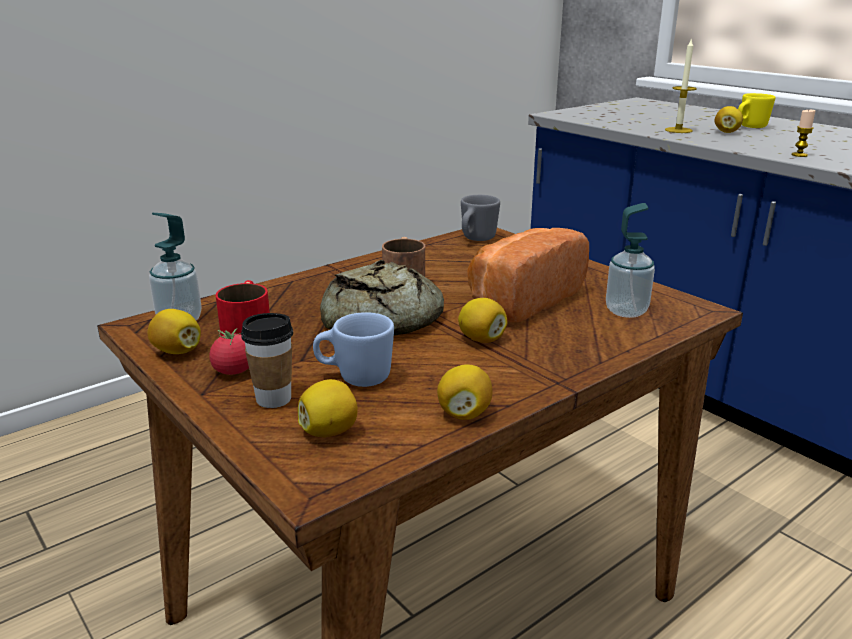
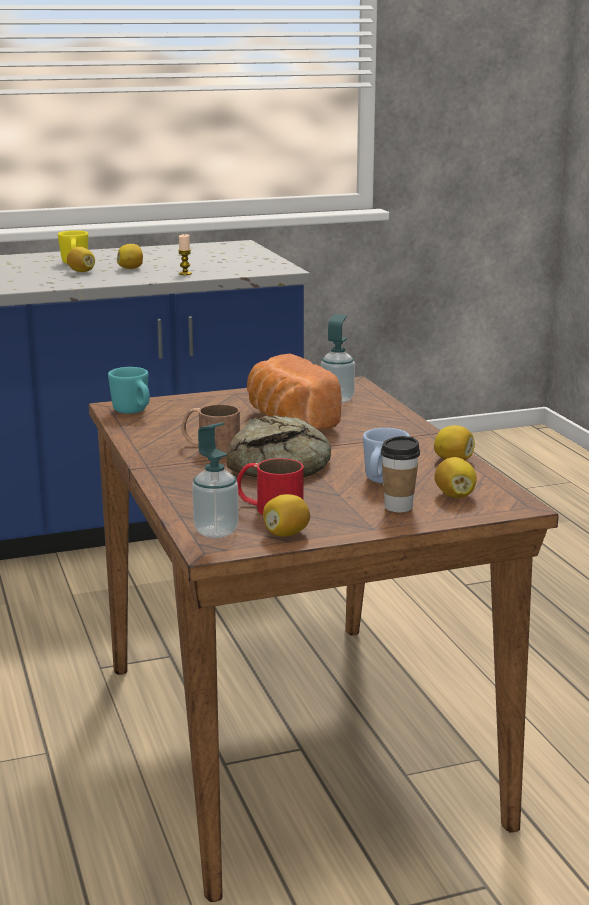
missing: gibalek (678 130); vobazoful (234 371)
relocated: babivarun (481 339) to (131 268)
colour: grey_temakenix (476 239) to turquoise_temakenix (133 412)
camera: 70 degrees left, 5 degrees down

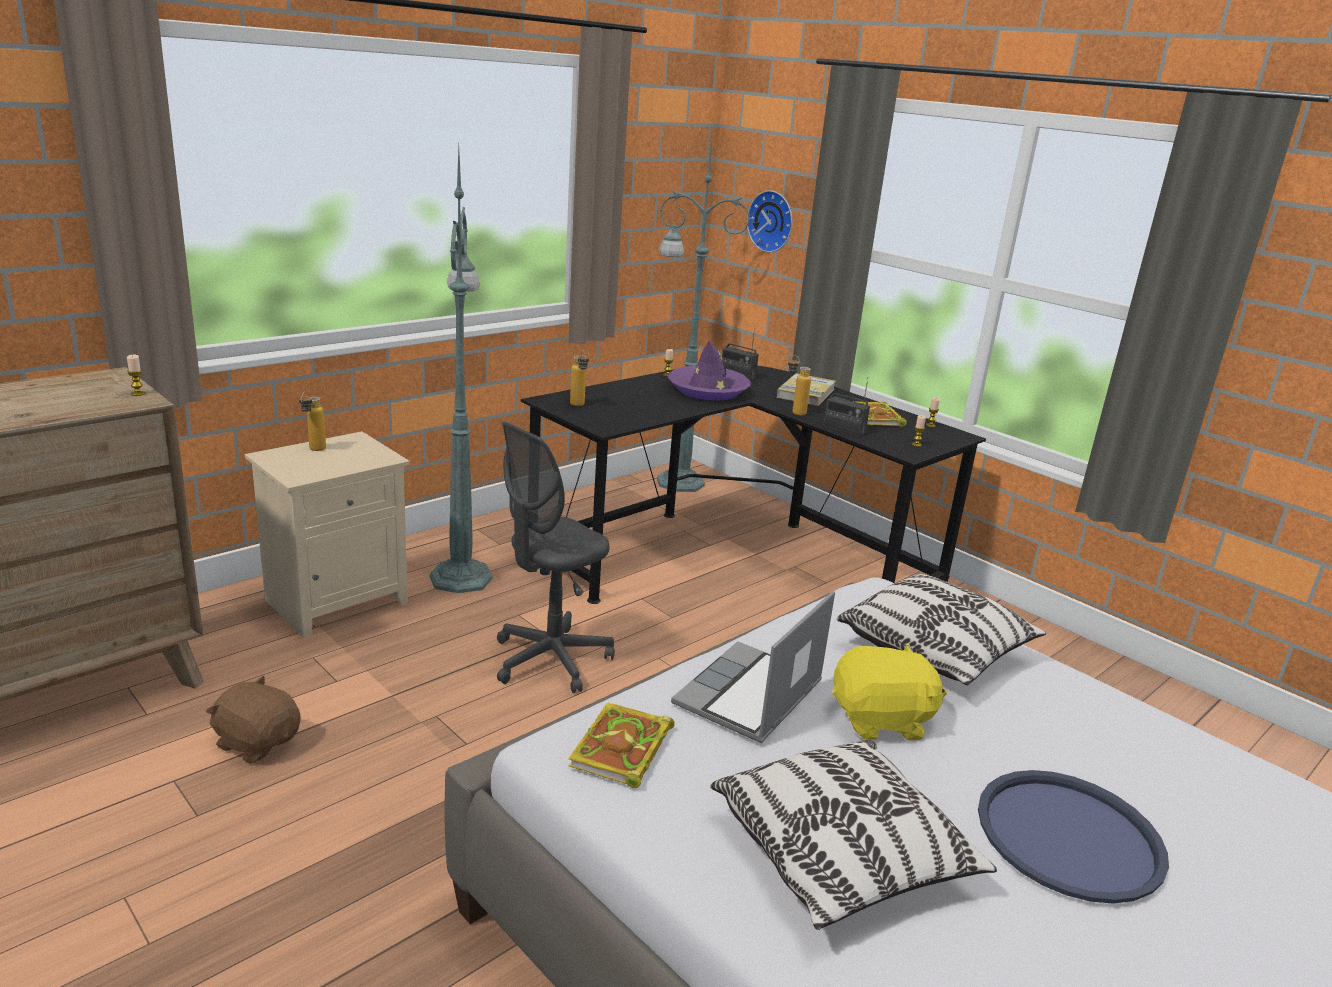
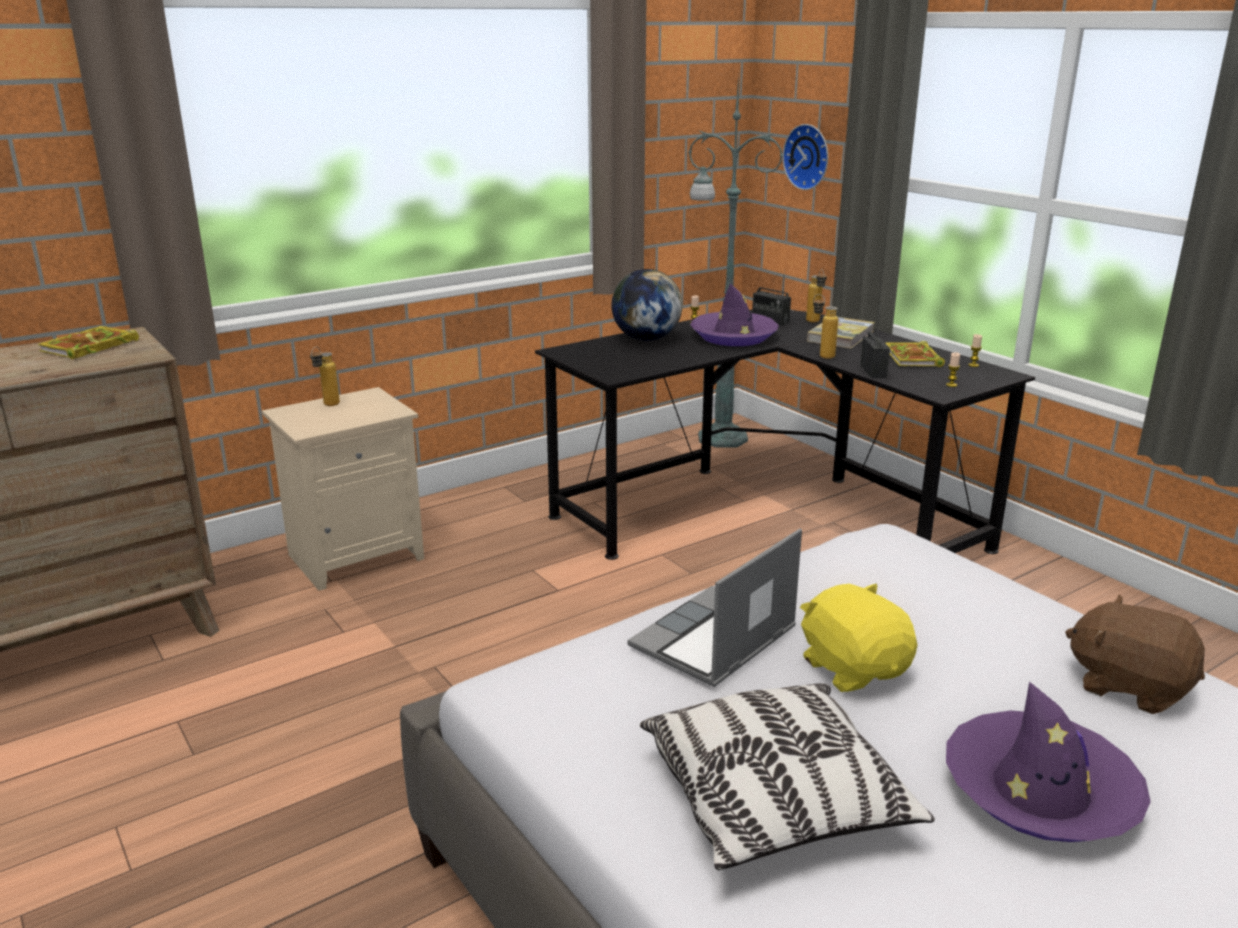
missing: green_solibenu (461 576); gibalek (138 394); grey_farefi (551 660); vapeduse (935 650)
appeared: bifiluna (646 339)
relocated: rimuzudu (578 406) to (815 322); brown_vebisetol (257 742) to (1129 686); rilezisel (621 751) to (88 348)
exchanged: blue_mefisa (1068 836) to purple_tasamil (1040 792)
spun: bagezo (844 429) = (873 371) 135 degrees counterclockwise; yellow_vebisetol (881 721) = (853 668) 120 degrees counterclockwise
camera: 10 degrees right, 0 degrees up

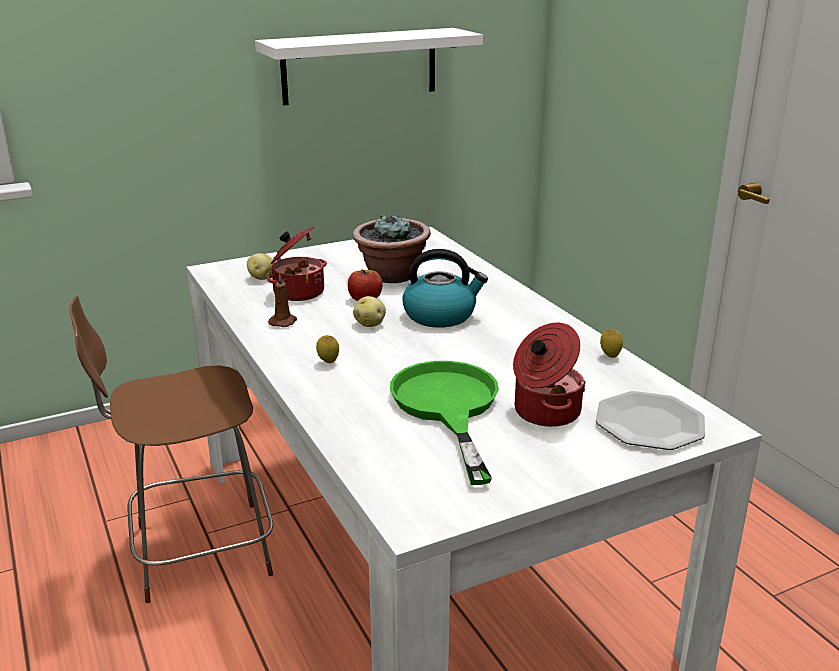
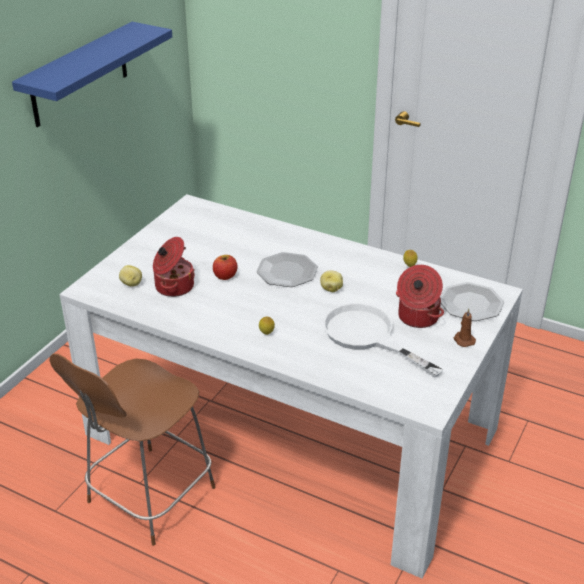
missing: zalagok (392 276)
relocated: brown_gibalek (283 321) to (463 340); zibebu (370 324) to (331 288)
exchanged: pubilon (440 315) to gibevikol (287 271)
colour: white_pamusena (360 66) to blue_pamusena (79 75); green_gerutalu (447 407) to white_gerutalu (368 336)
camera: 35 degrees left, 10 degrees up

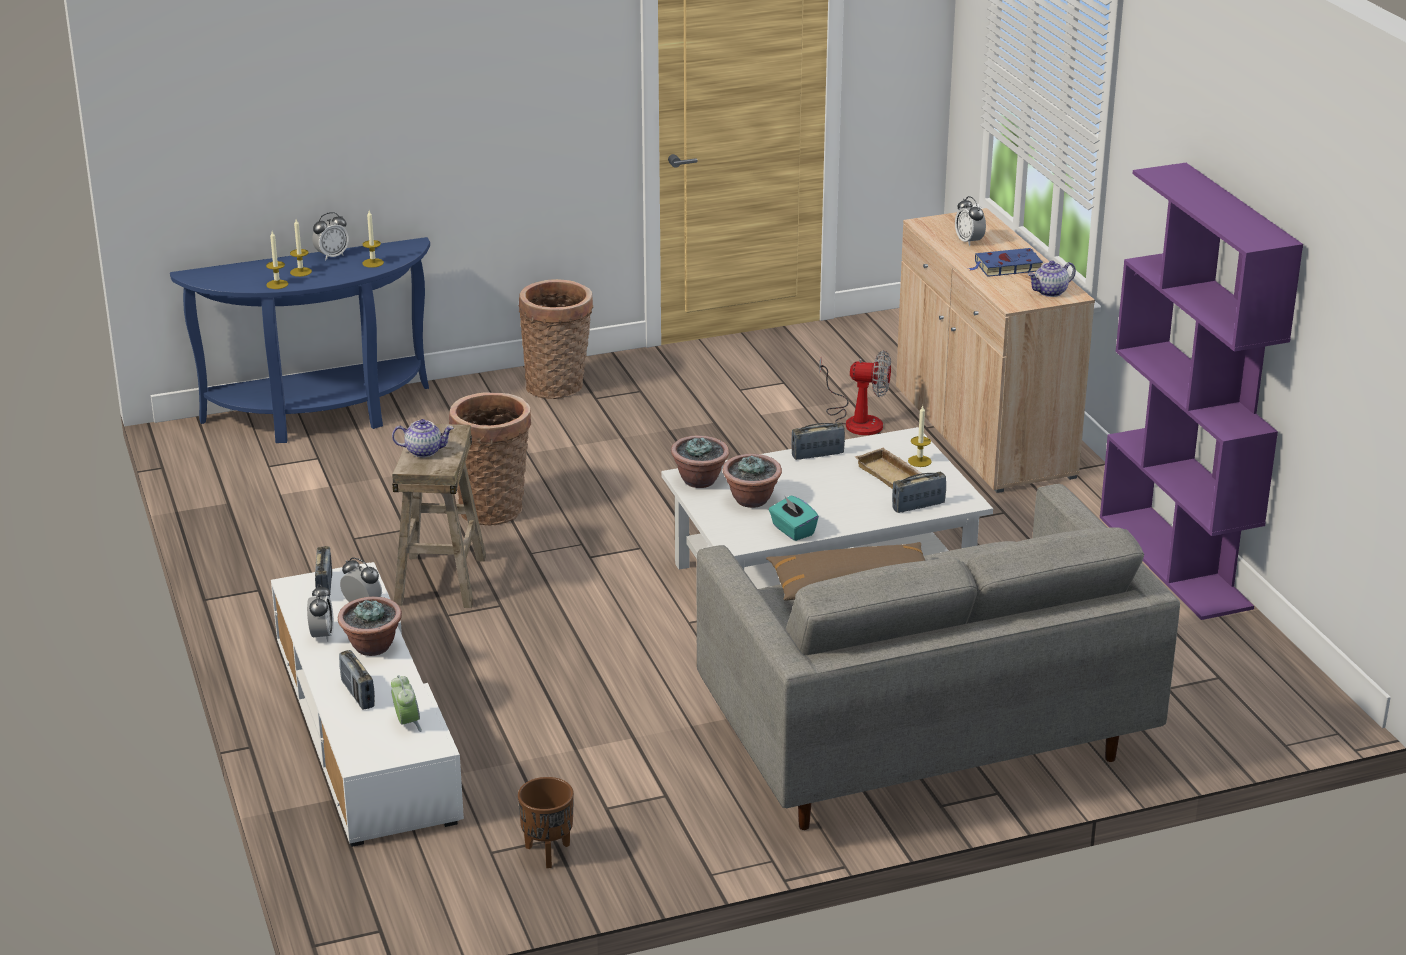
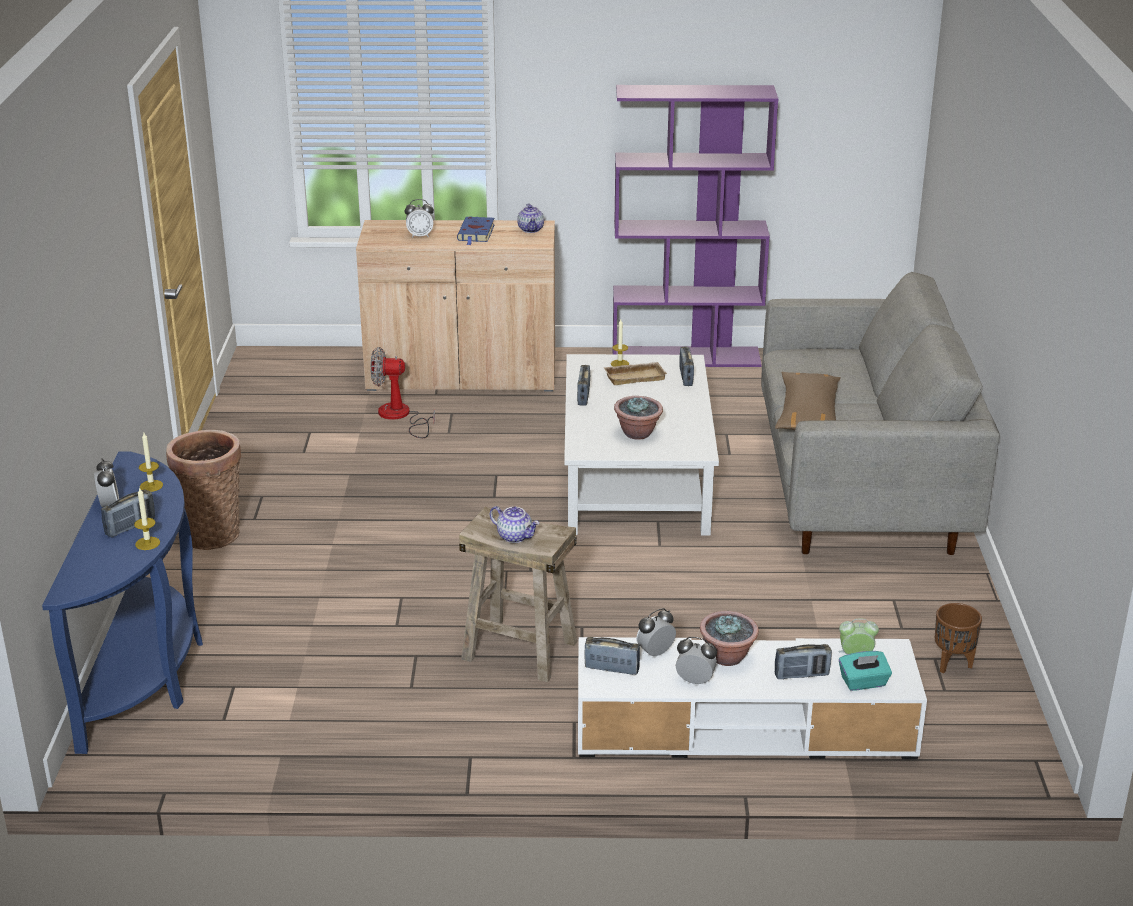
missing: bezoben (494 508); zalagok (700 480)
relocated: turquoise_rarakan (792 530) to (863 682)
exchanged: gibalek (300 272) to bagezo (130 527)
spun: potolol (857 420) = (400 417) 120 degrees counterclockwise; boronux (424 451) = (515 536) 105 degrees clockwise
camera: 70 degrees left, 0 degrees up

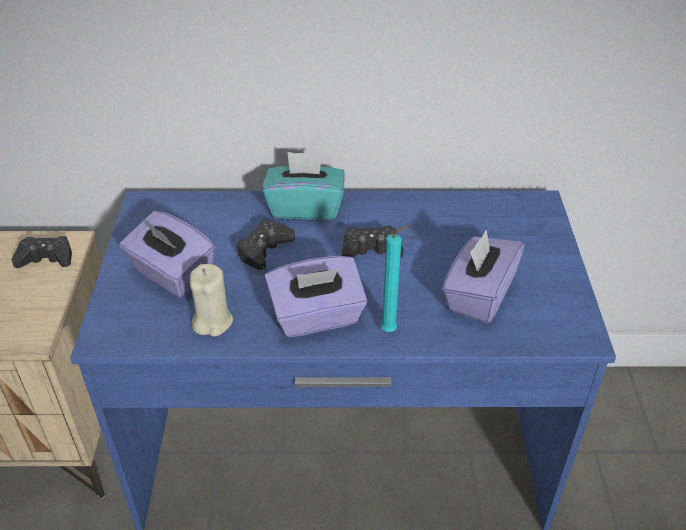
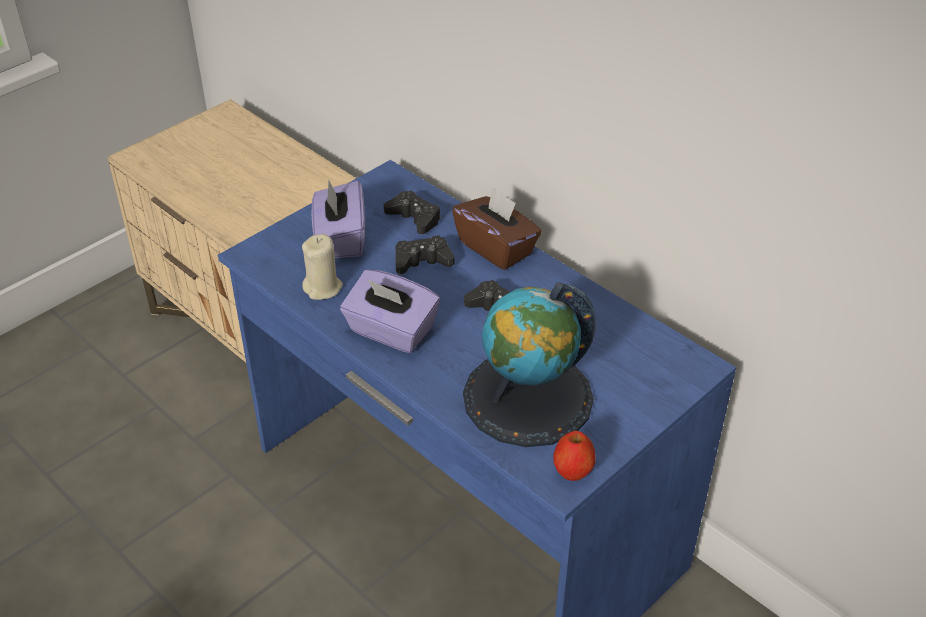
missing: turquoise_gibalek (391 330)
appeared: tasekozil (573 471)
relocated: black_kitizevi (46 258) to (414 218)
exchanged: purple_rarakan (478 295) to bifiluna (528 398)
colour: turquoise_rarakan (305 207) to brown_rarakan (496 248)
camera: 45 degrees right, 0 degrees up

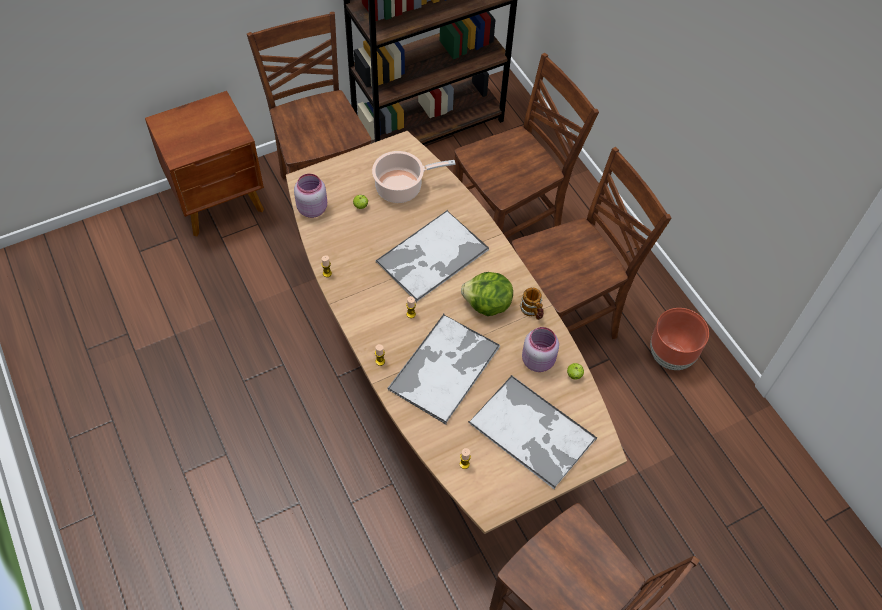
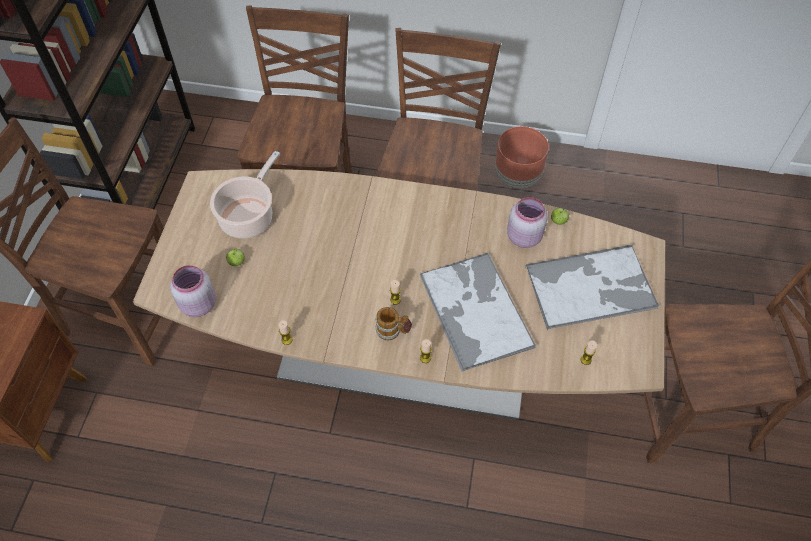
missing: mefisa (431 257); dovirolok (487 305)
relocated: temakenix (532 311) to (393 331)
camera: 50 degrees left, 0 degrees up

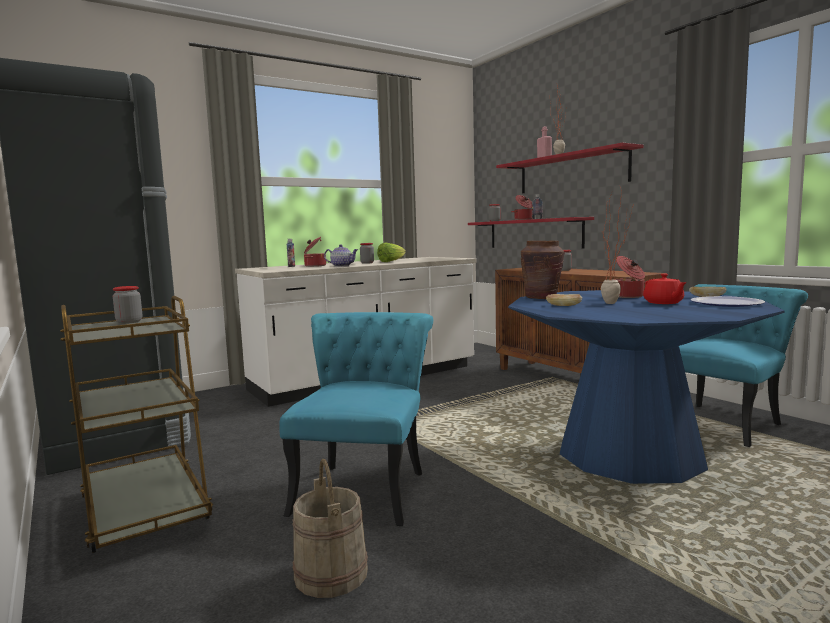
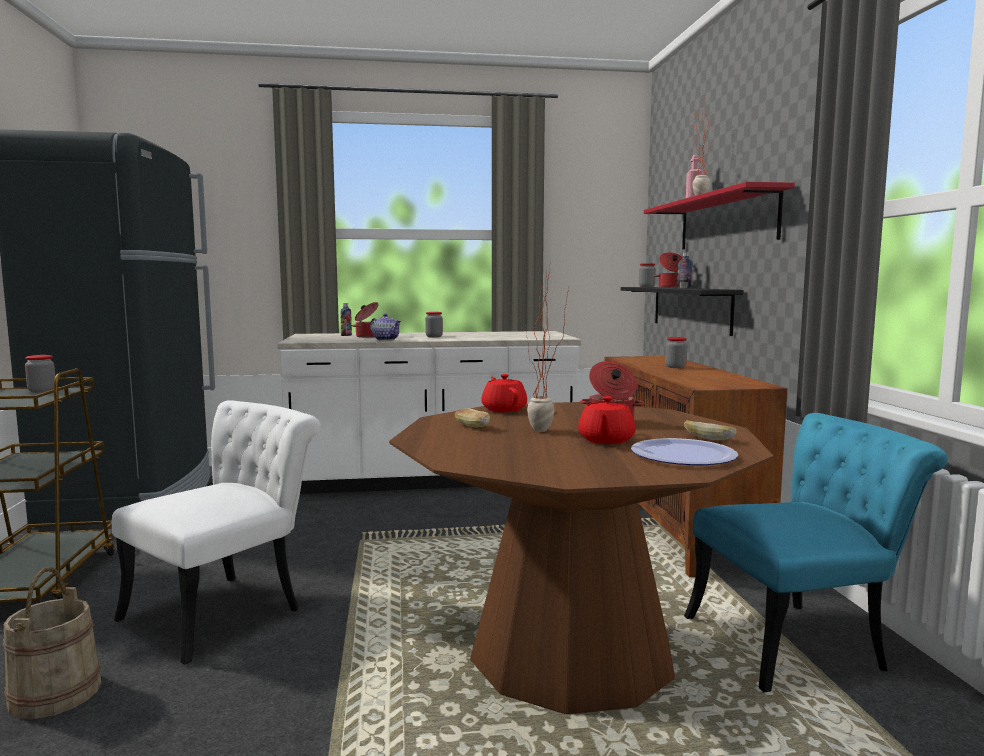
missing: dovirolok (391 262)
exchanged: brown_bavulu (541 298) to red_boronux (504 409)
colour: red_pamusena (534 234) to black_pamusena (690 308); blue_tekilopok (629 453) to brown_tekilopok (571 651); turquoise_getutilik (365 486) to white_getutilik (227 608)
camera: 25 degrees right, 0 degrees up

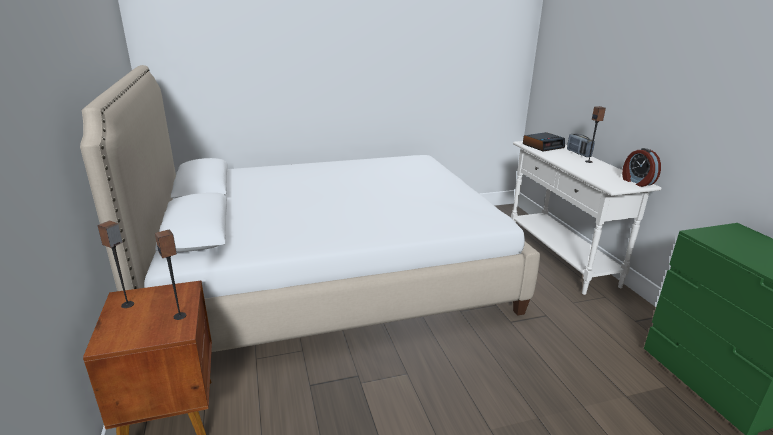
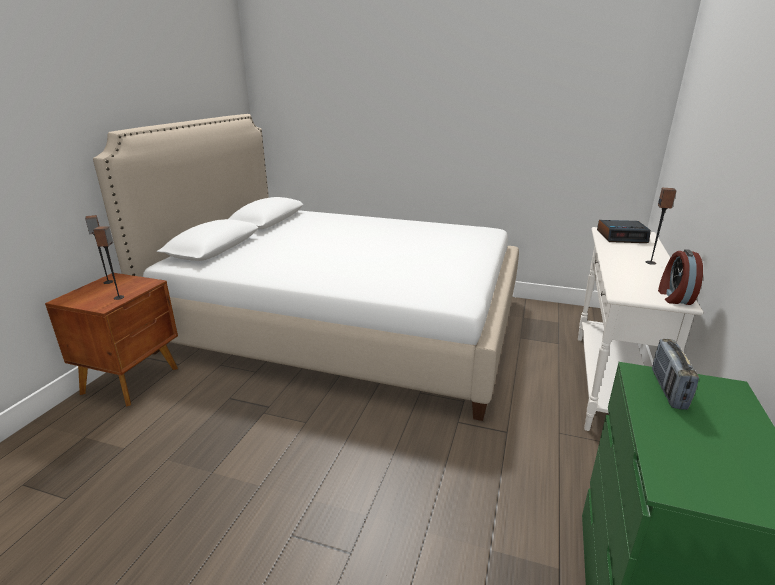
relocated: bagezo (578 153) to (668 389)
camera: 35 degrees right, 0 degrees up

